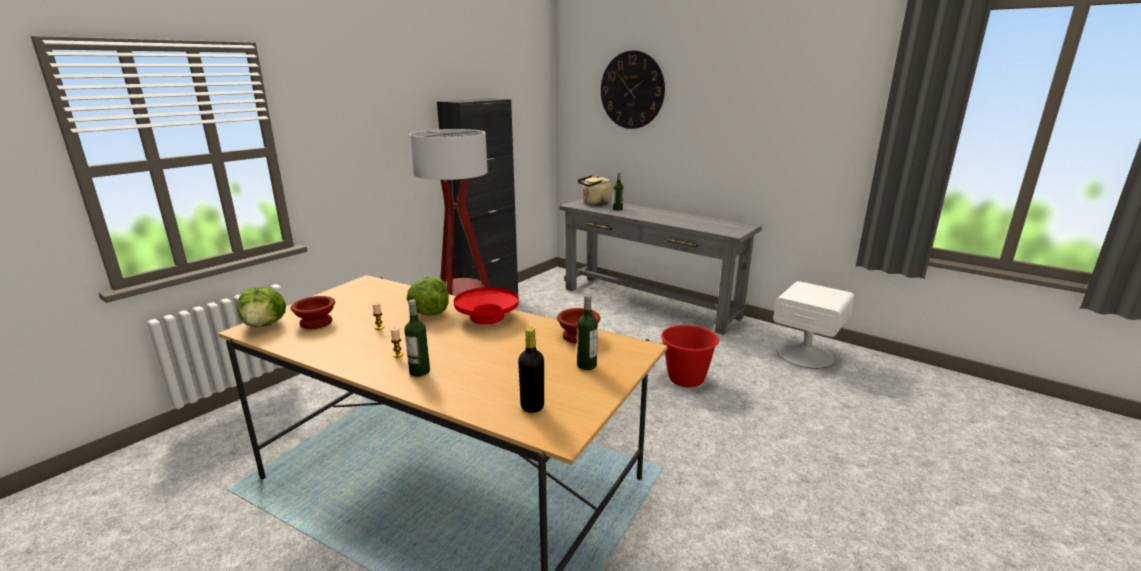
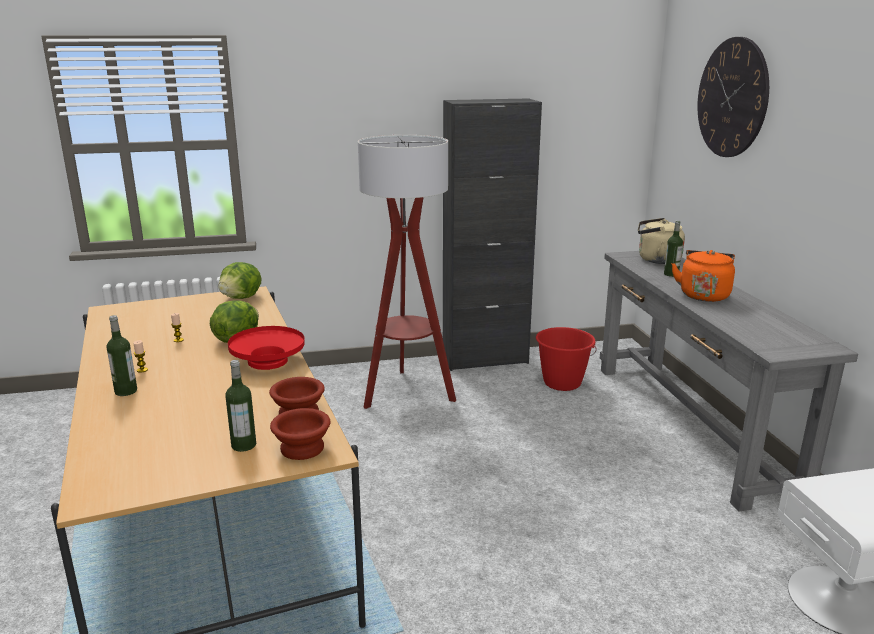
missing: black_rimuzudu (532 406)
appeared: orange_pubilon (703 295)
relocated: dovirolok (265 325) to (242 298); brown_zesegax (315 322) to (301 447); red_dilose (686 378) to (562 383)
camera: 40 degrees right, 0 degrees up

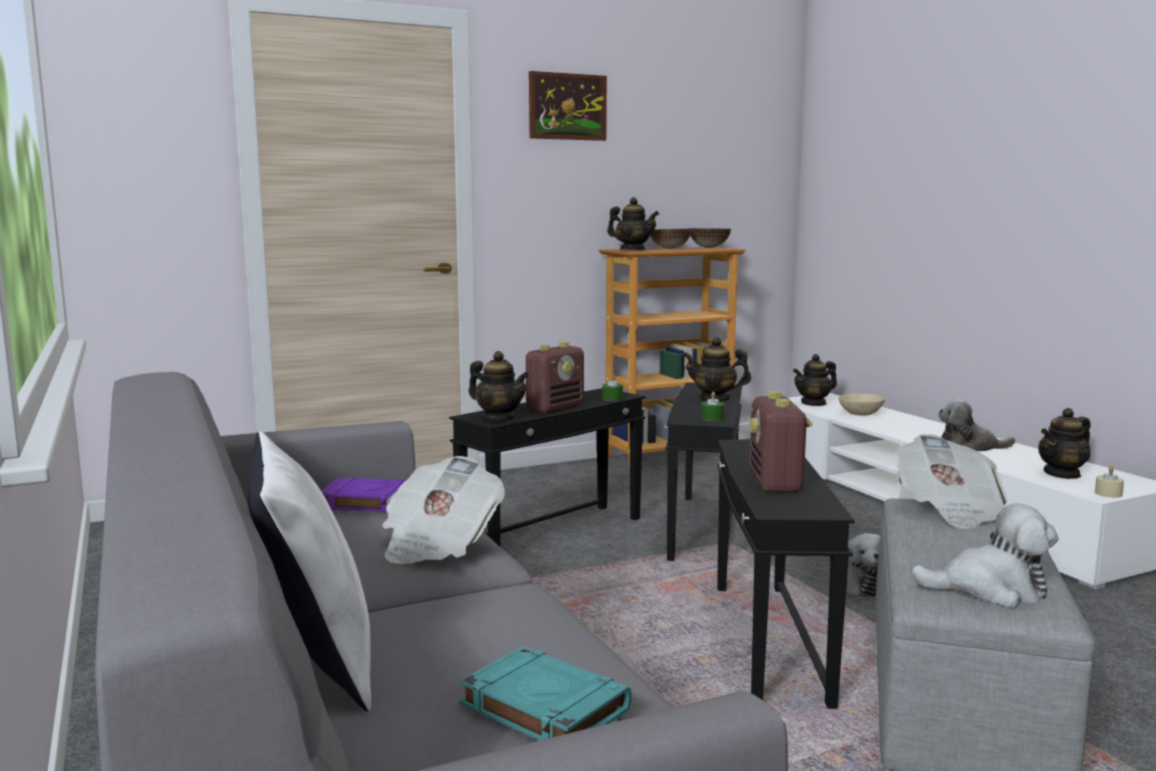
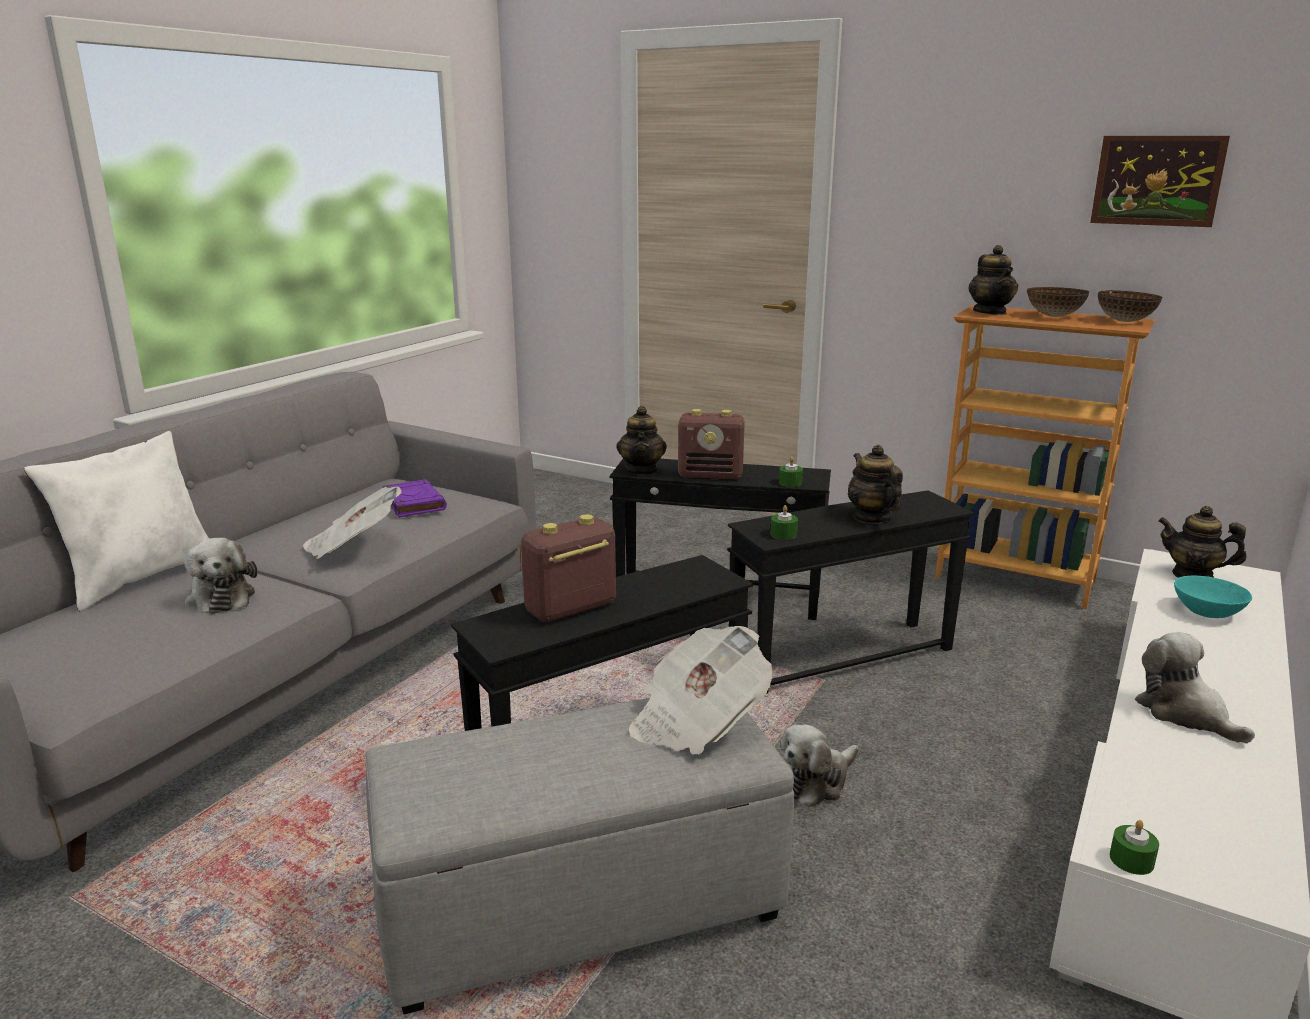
missing: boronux (1062 474); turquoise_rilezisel (542 707)
relocated: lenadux (567 106) to (1157 180); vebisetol (990 589) to (221 597)
colour: beige_zesegax (861 413) to turquoise_zesegax (1207 612); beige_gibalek (1108 494) to green_gibalek (1131 860)
camera: 55 degrees right, 10 degrees up

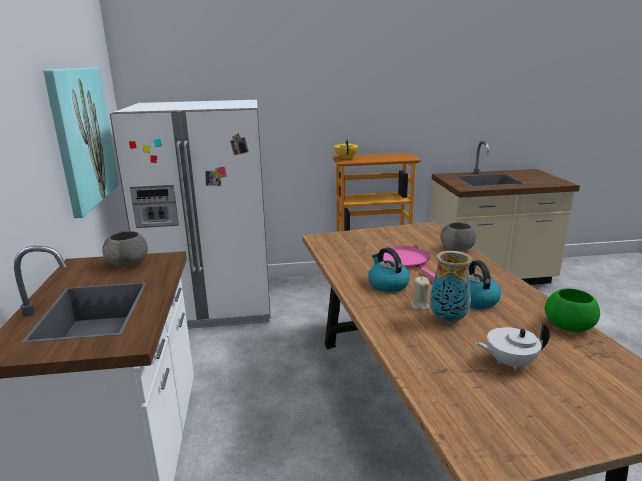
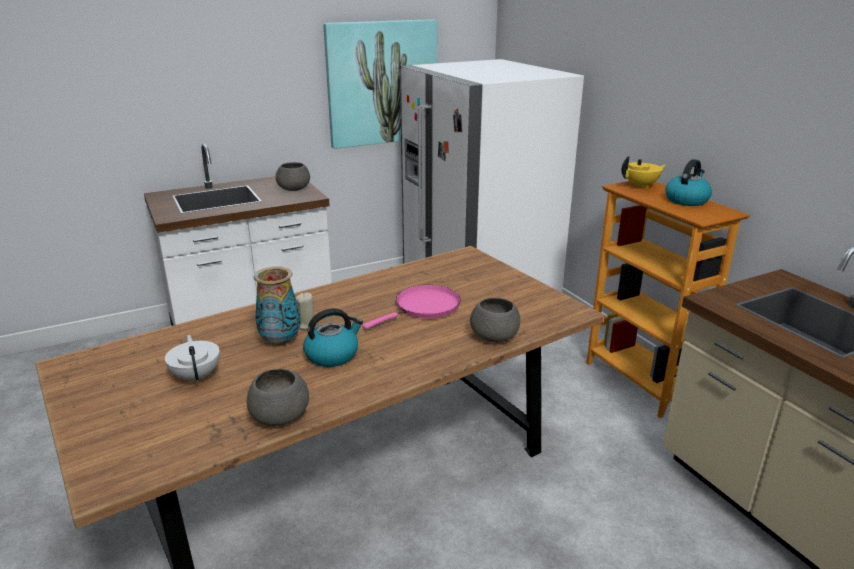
relocated: pubilon (387 284) to (686 200)
colour: green_zesegax (569 326) to grey_zesegax (279 417)
camera: 70 degrees right, 5 degrees up

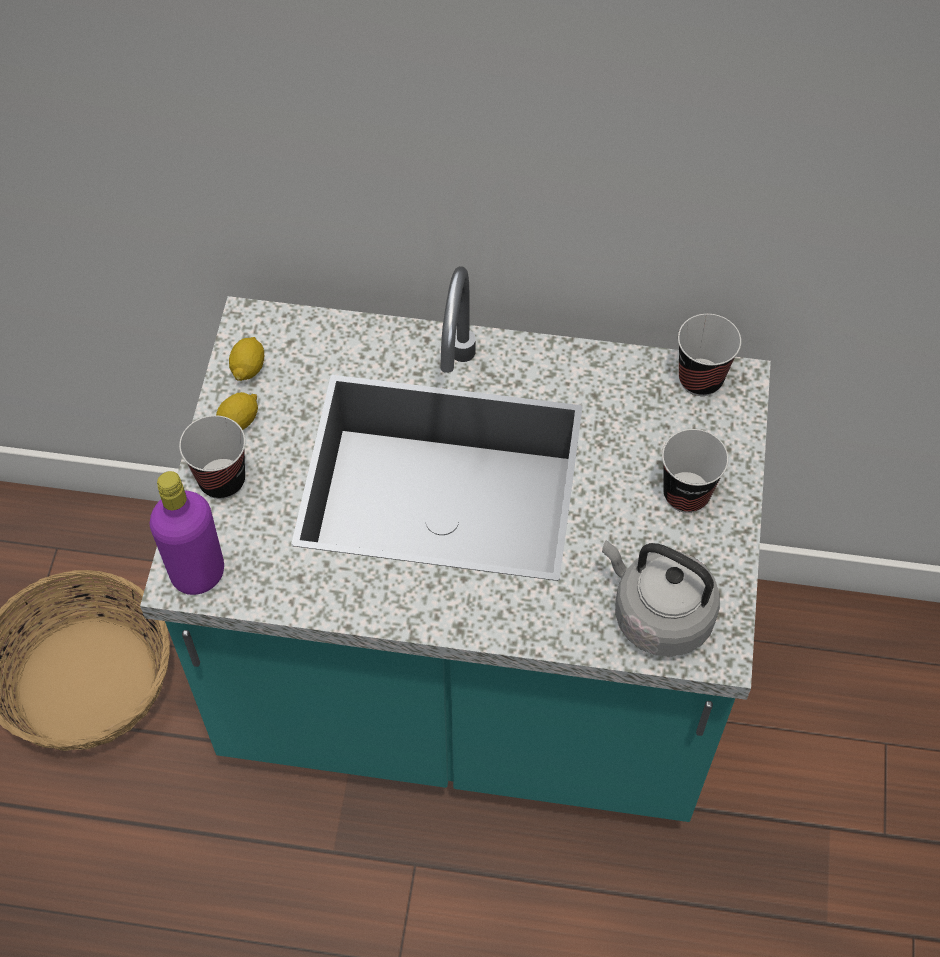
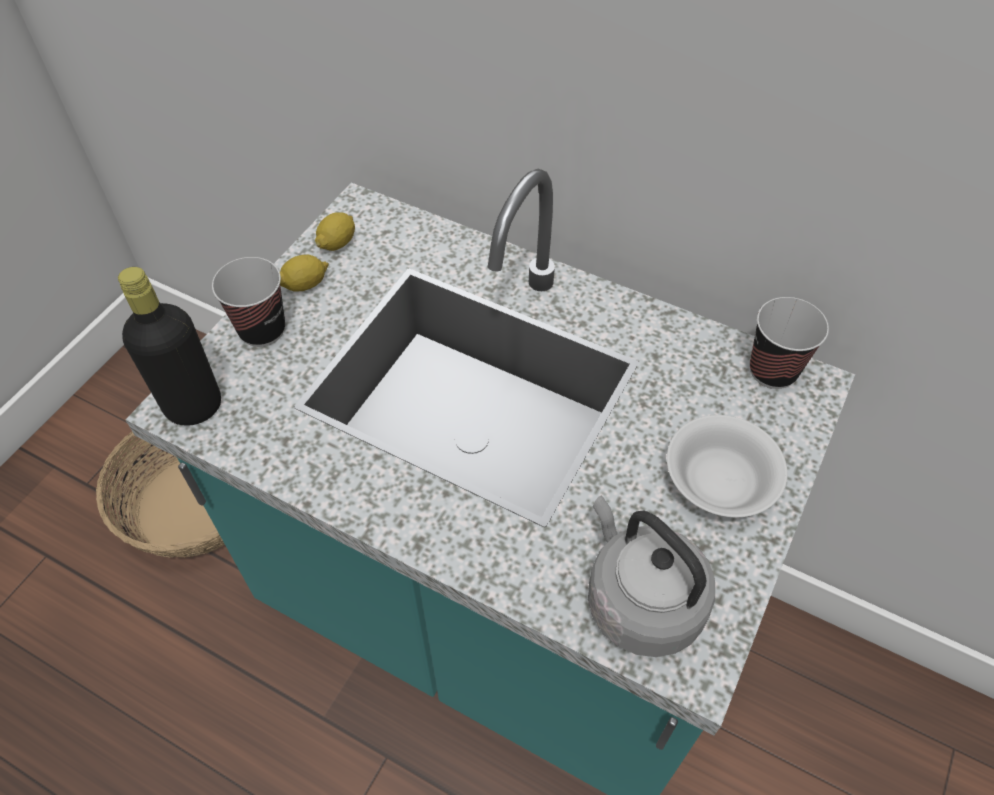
exchanged: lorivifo (686 494) to white_zesegax (718 480)
colour: purple_rimuzudu (198 573) to black_rimuzudu (194 406)
camera: 20 degrees right, 5 degrees down

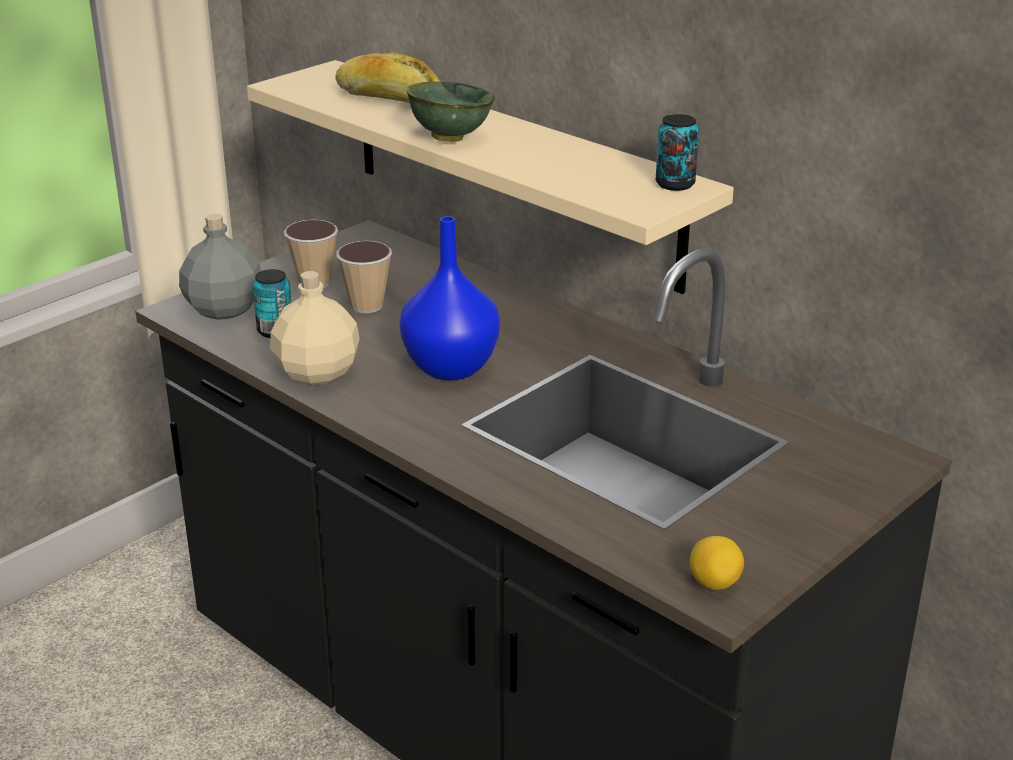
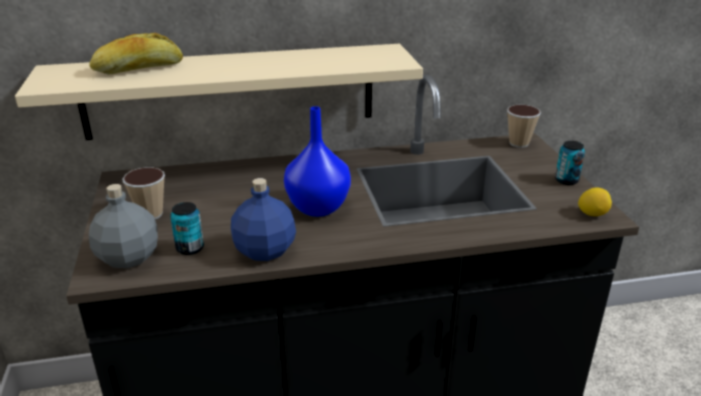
missing: green_zesegax (449 137)
relocated: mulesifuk (675 184) to (566 180); lorivifo (367 306) to (518 143)
colour: beige_rimuzudu (316 372) to blue_rimuzudu (264 251)
camera: 55 degrees left, 0 degrees up

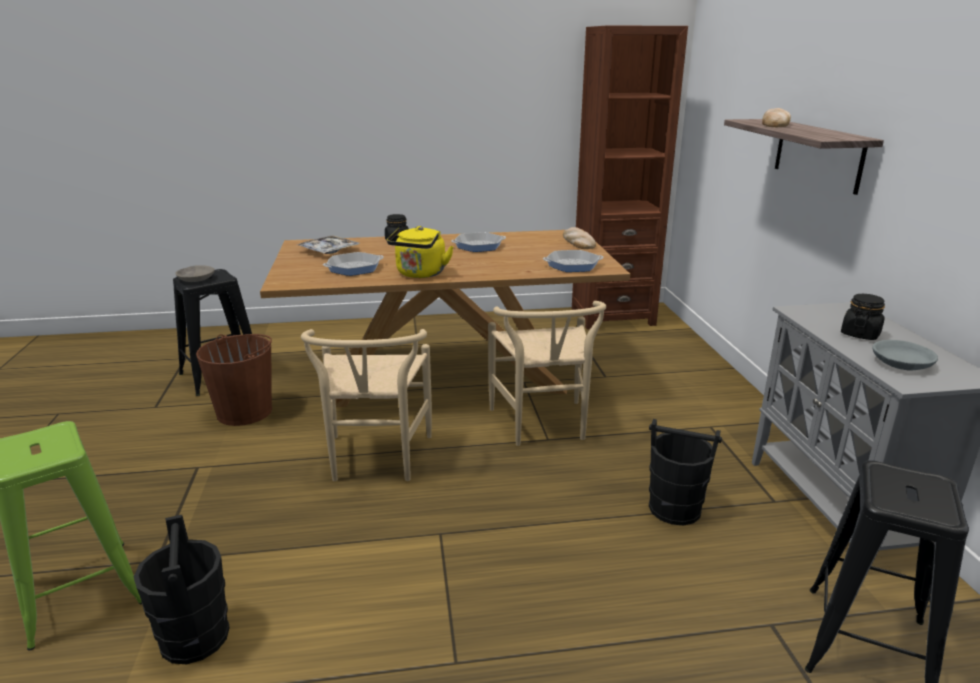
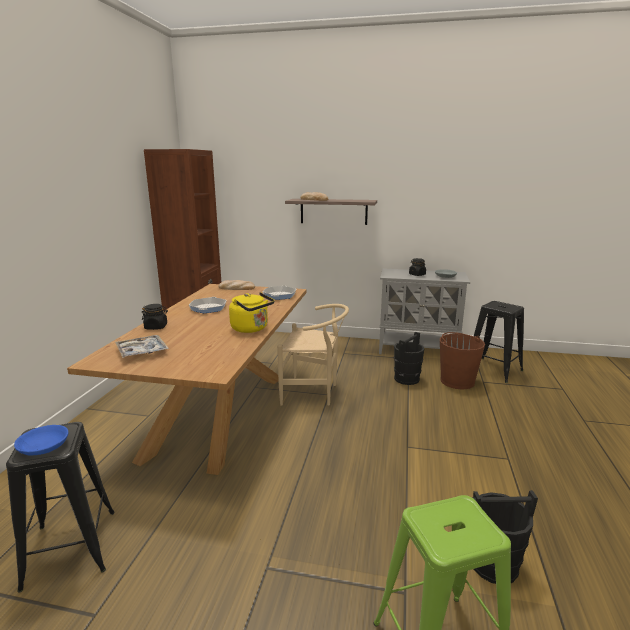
missing: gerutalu (354 268); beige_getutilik (375 461)
relocated: brown_dilose (245 412) to (457 381)
colour: grey_zesegax (196 279) to blue_zesegax (43 447)
camera: 70 degrees left, 5 degrees down

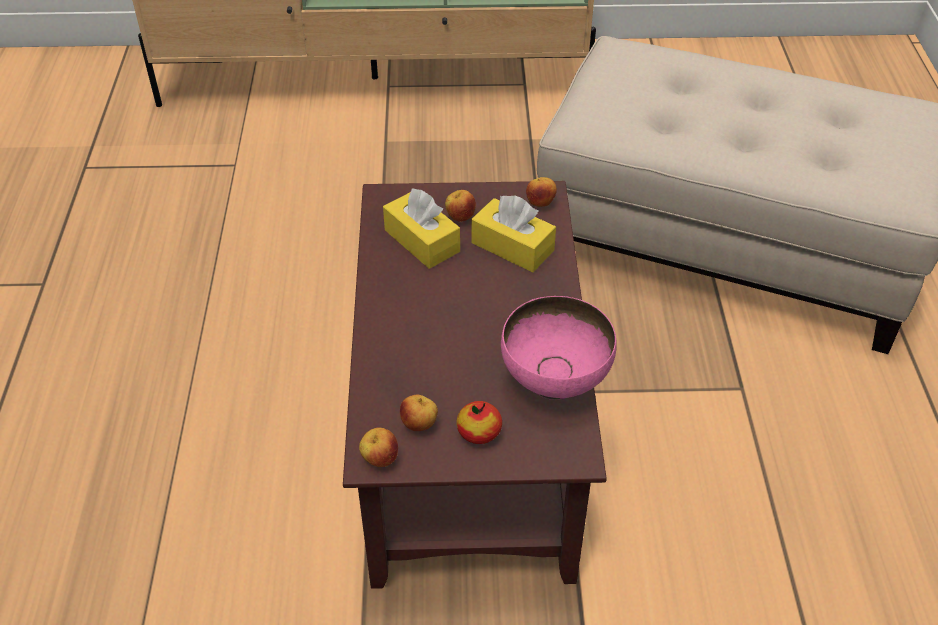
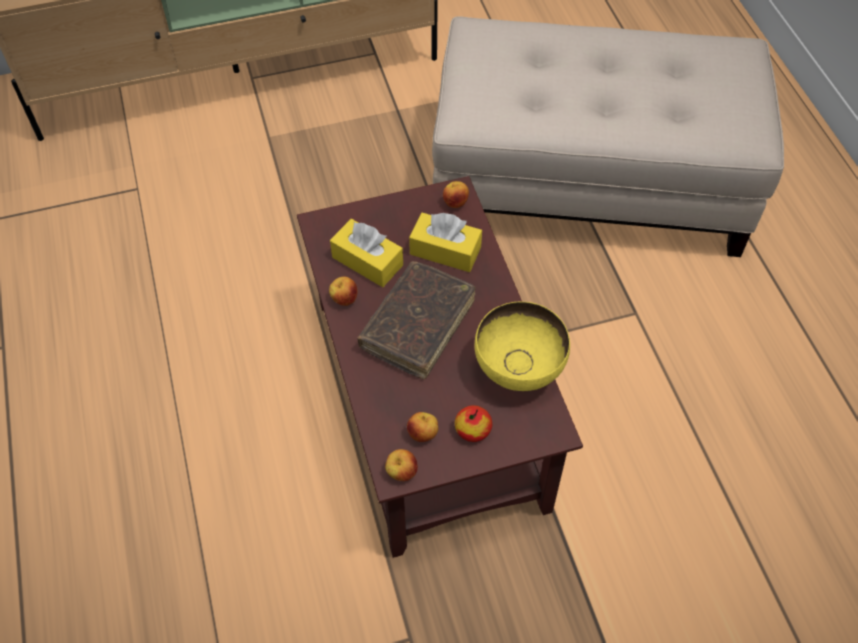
appeared: brown_rilezisel (417 325)
relocated: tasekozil (460 217) to (344 299)
colour: pink_zesegax (555 382) to yellow_zesegax (518 370)
camera: 15 degrees left, 10 degrees up

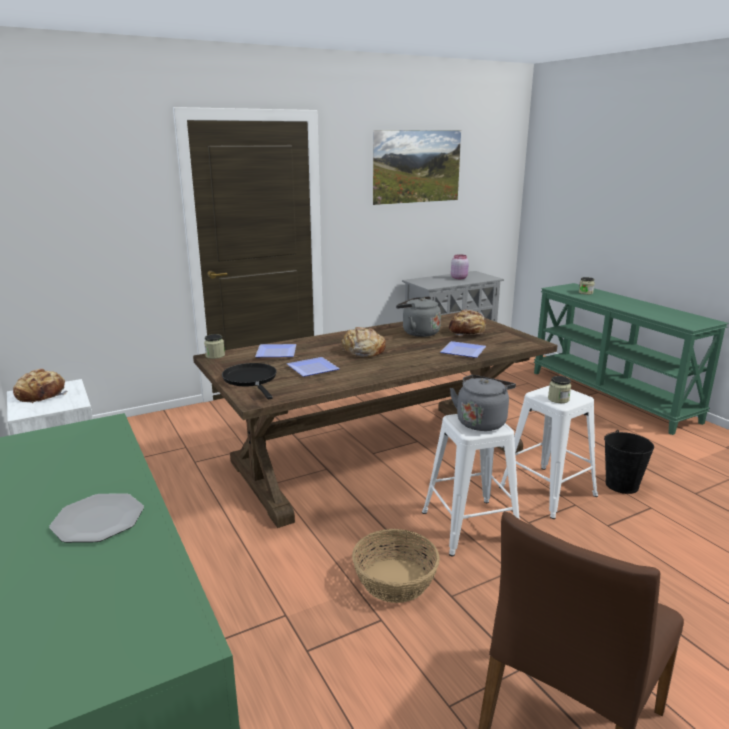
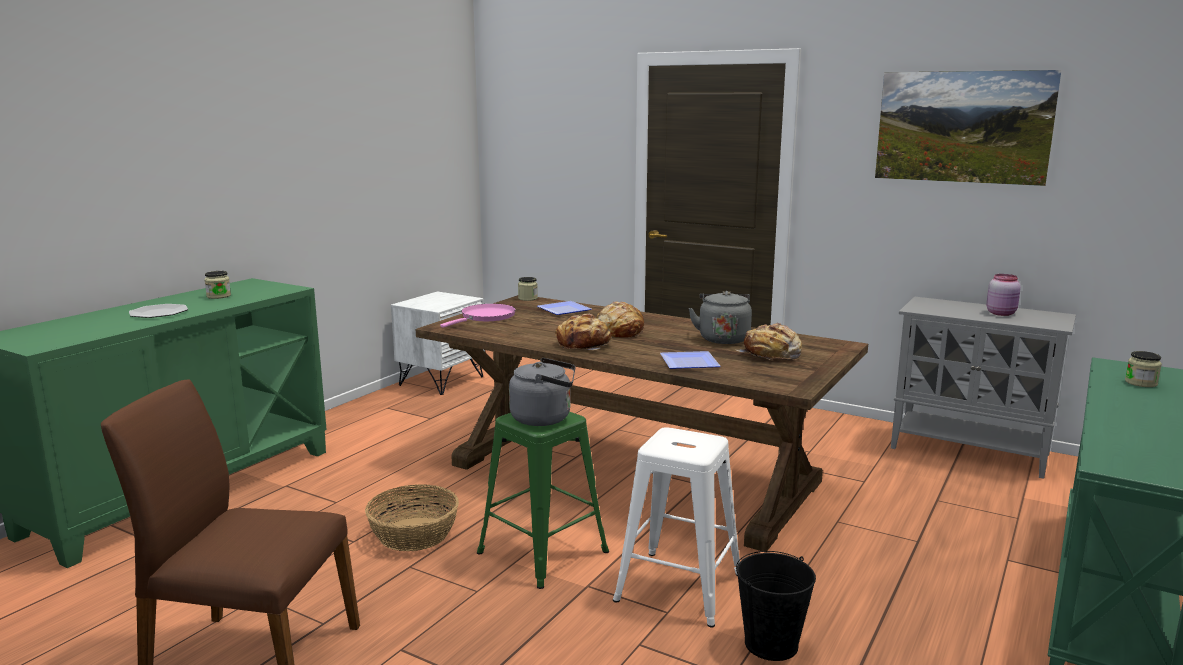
missing: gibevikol (312 369)
relocated: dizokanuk (41 394) to (584 344); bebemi (558 399) to (218 296)
colour: black_gerutalu (251 380) to pink_gerutalu (485 317); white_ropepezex (469 527) to green_ropepezex (541 552)
camera: 60 degrees right, 5 degrees down

